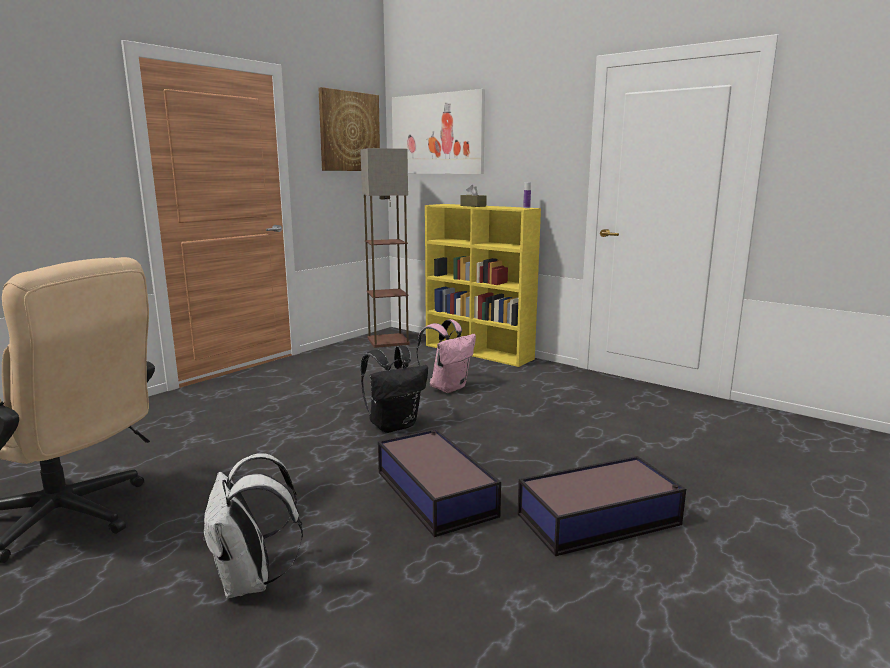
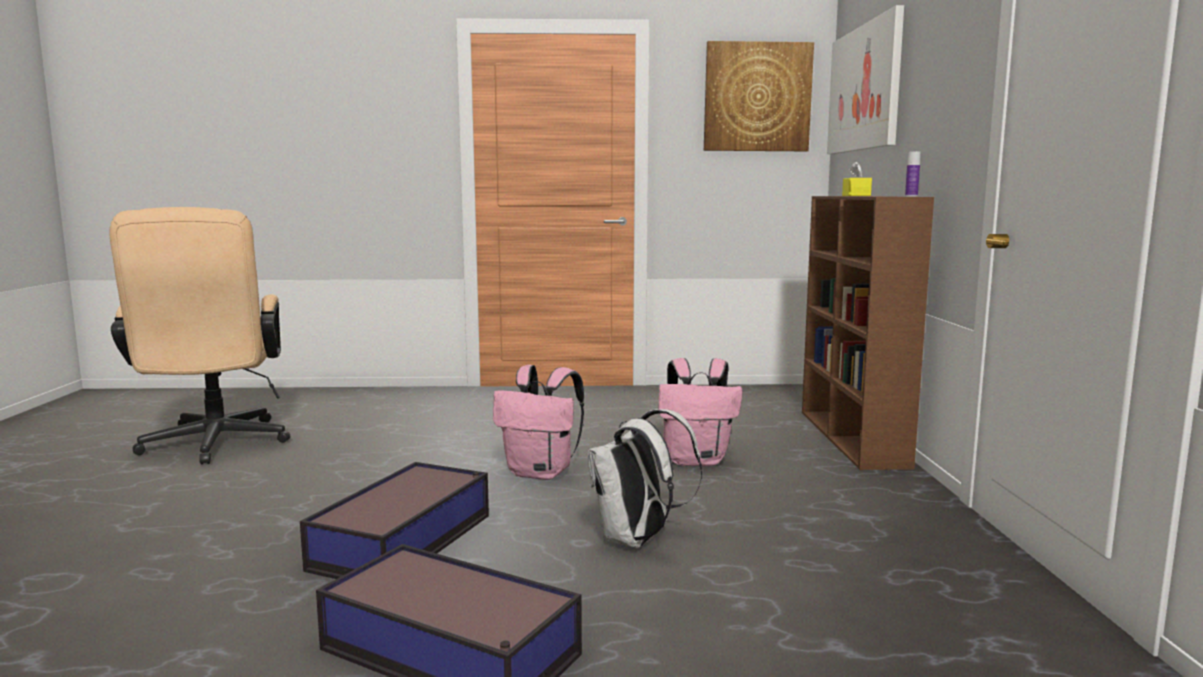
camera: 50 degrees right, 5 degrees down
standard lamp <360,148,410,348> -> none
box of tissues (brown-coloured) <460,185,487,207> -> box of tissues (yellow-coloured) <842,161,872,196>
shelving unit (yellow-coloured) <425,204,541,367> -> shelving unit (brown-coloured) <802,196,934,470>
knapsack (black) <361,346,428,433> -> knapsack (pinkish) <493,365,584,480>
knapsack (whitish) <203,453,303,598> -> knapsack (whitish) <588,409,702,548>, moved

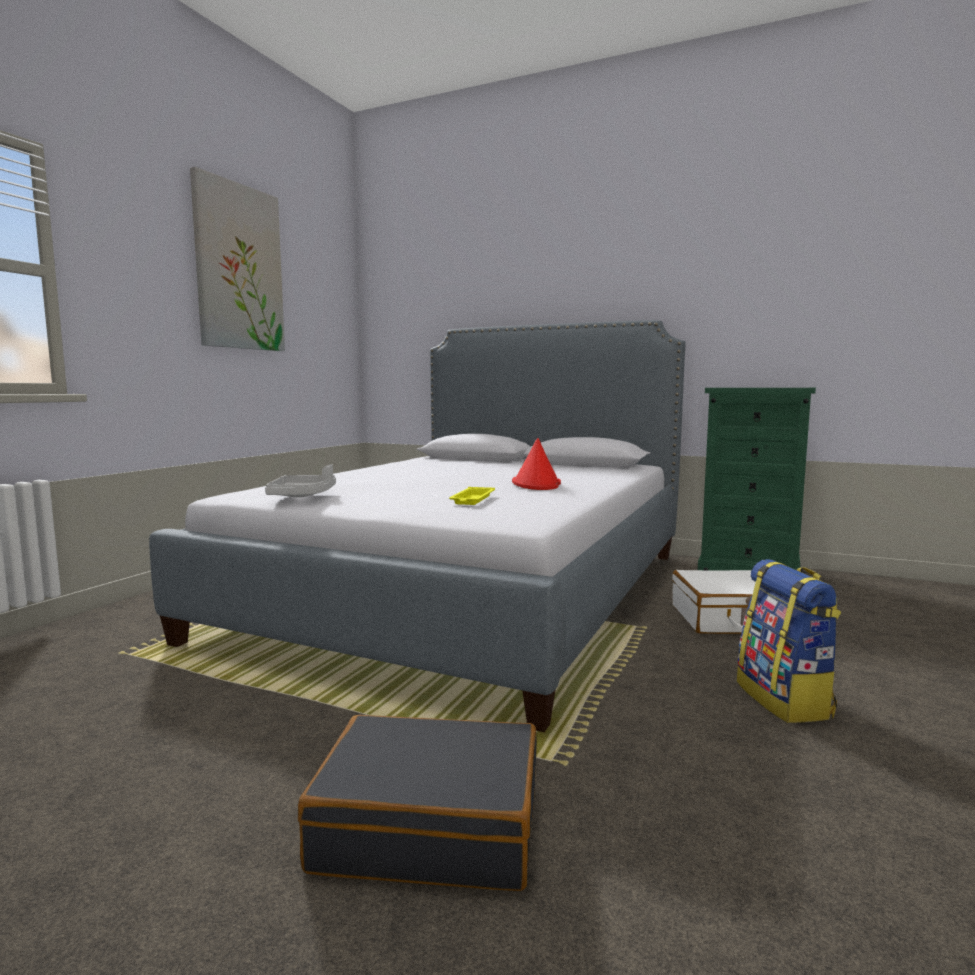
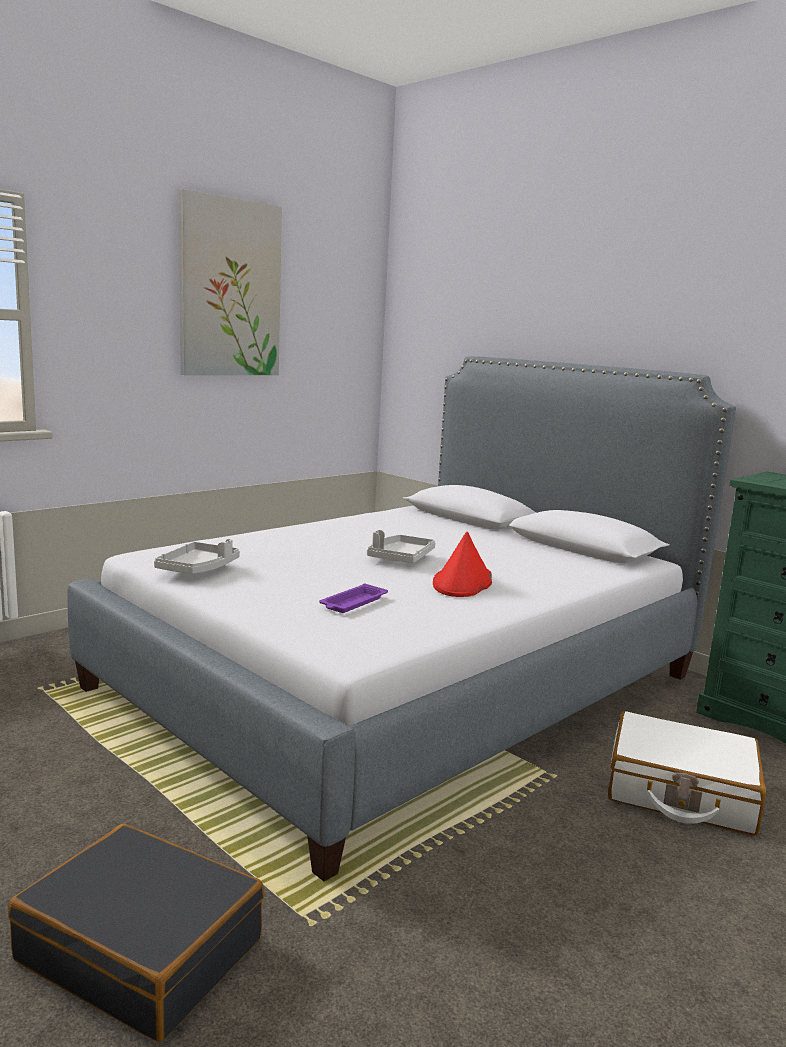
camera: 20 degrees right, 5 degrees up
tray (yellow-coloured) <449,487,495,505> -> tray (purplish) <319,583,388,613>
knapsack <737,559,841,723> -> none
none -> tray (grey) <367,530,435,563>

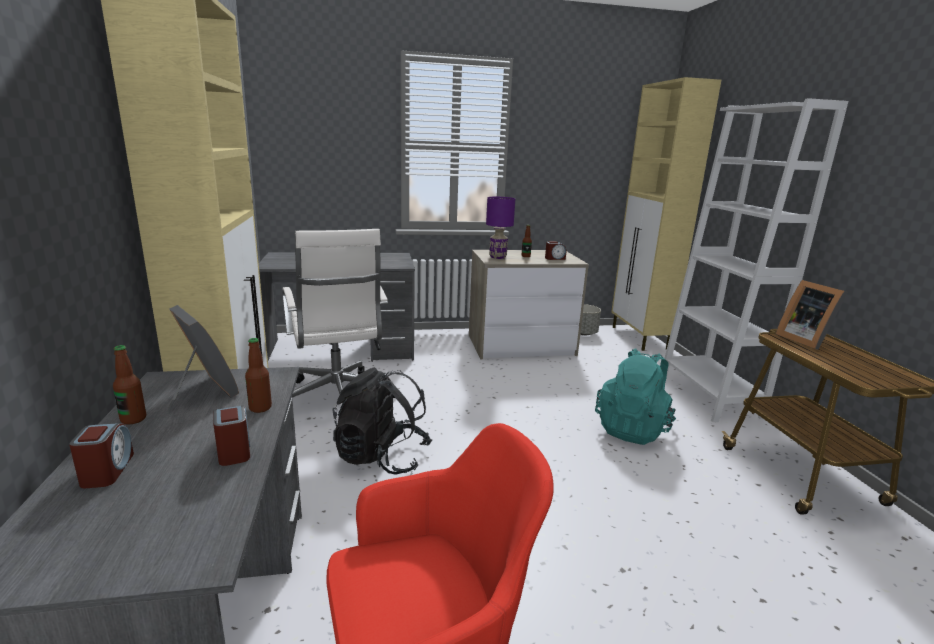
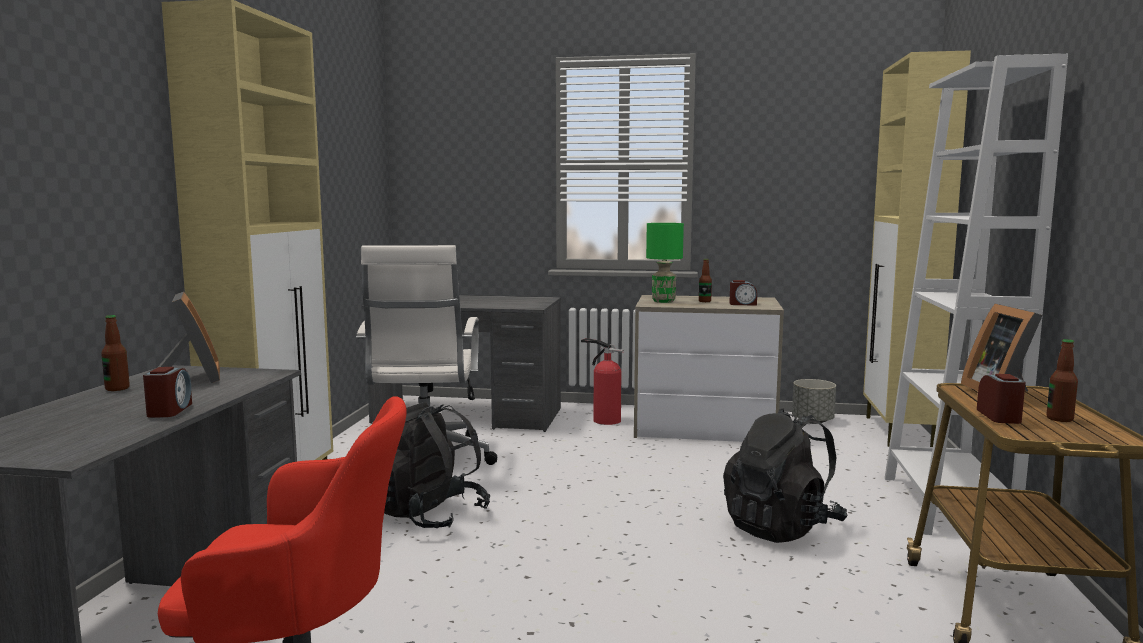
camera: 20 degrees right, 10 degrees down
lamp for a table (purplish) <486,197,515,259> -> lamp for a table (green) <646,223,684,303>
bottle <245,338,272,413> -> bottle <1046,339,1078,422>, moved
knapsack (turquoise) <595,349,676,445> -> knapsack (black) <723,408,848,543>
table clock <69,423,134,488> -> table clock <977,374,1025,424>, moved
none -> fire-fighting cylinder <581,338,624,425>

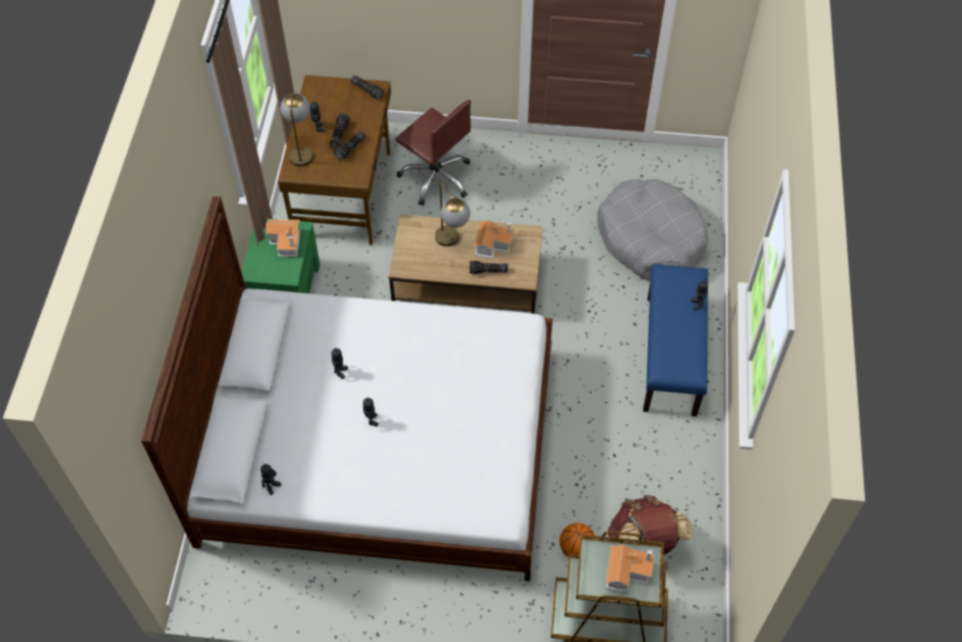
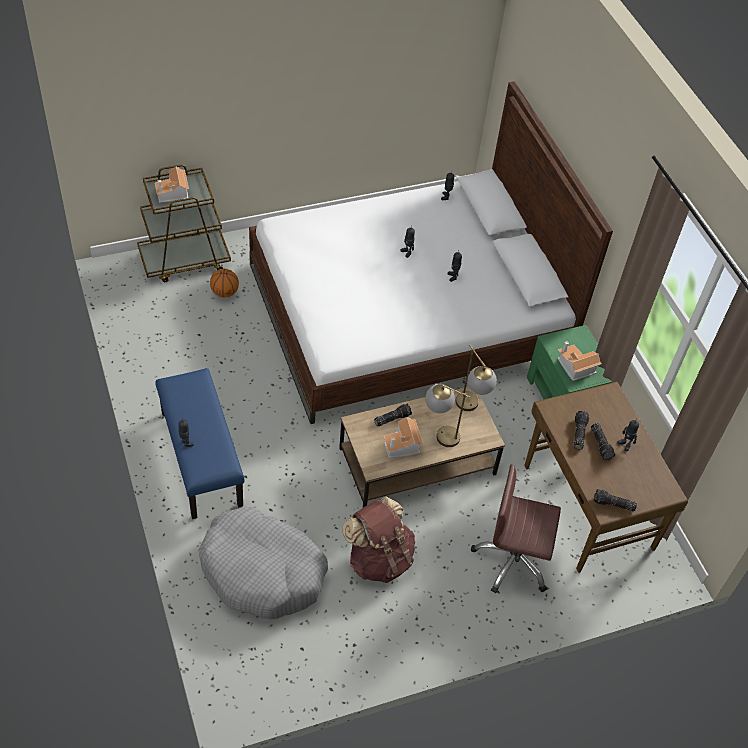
camera: 150 degrees right, 5 degrees down
lamp for a table <281,93,313,167> -> lamp for a table <456,344,497,411>, moved
knapsack (brown-coloured) <608,495,693,555> -> knapsack (brown-coloured) <343,496,415,583>, moved

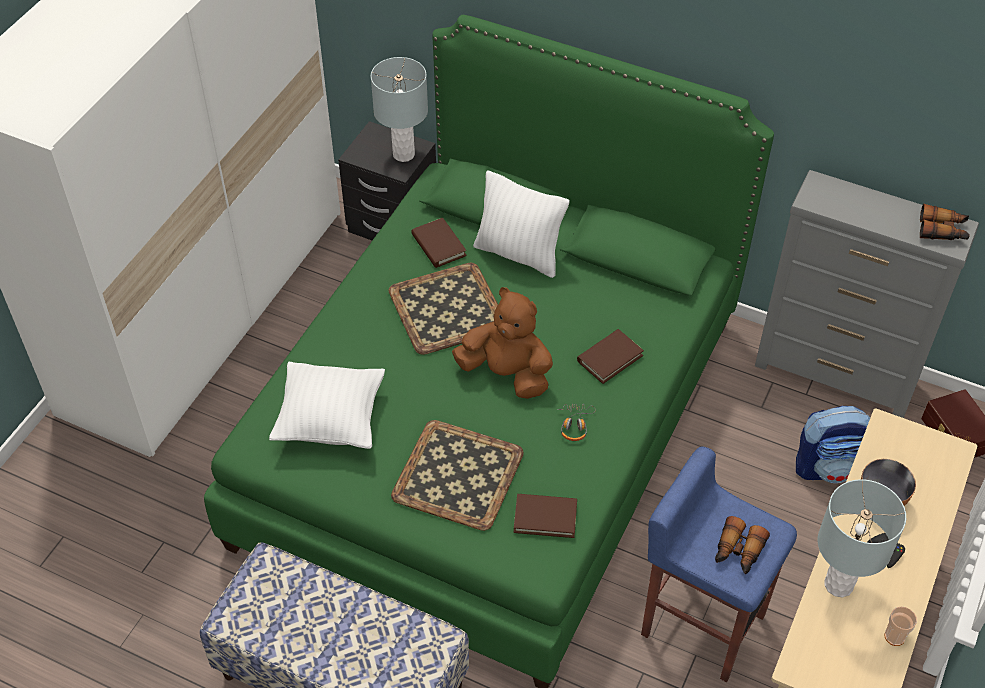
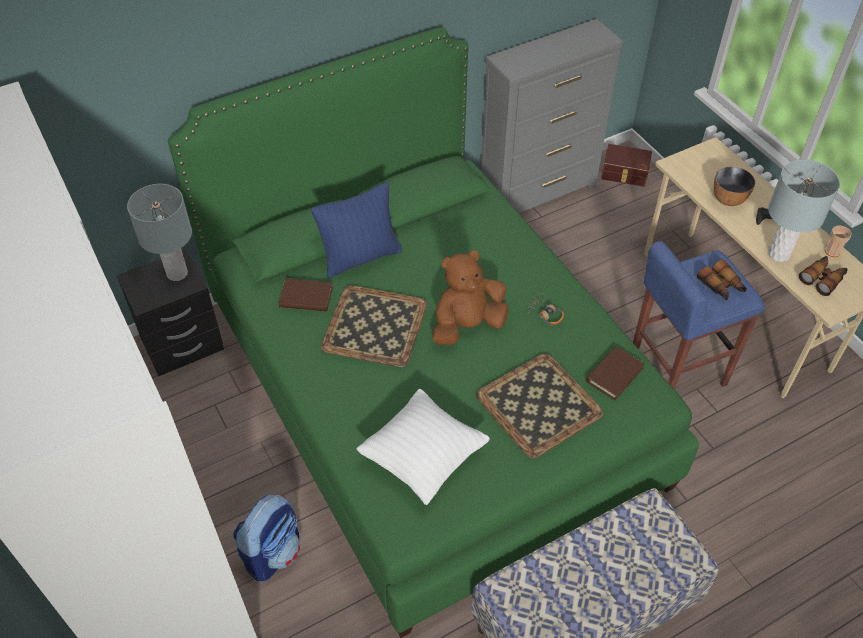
camera: 55 degrees left, 0 degrees up
cushion (whitish) <473,171,570,278> -> cushion (bluish) <311,182,402,279>
field glasses <920,204,970,240> -> field glasses <799,256,848,296>, moved
volume (brown-coloured) <577,329,644,384> -> none
knapsack <796,406,871,483> -> knapsack <233,495,300,582>, moved

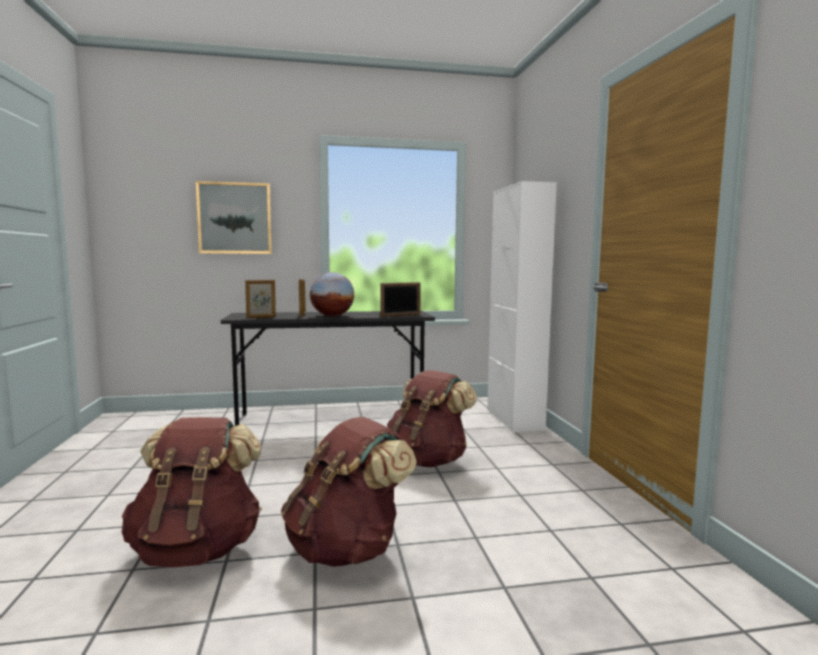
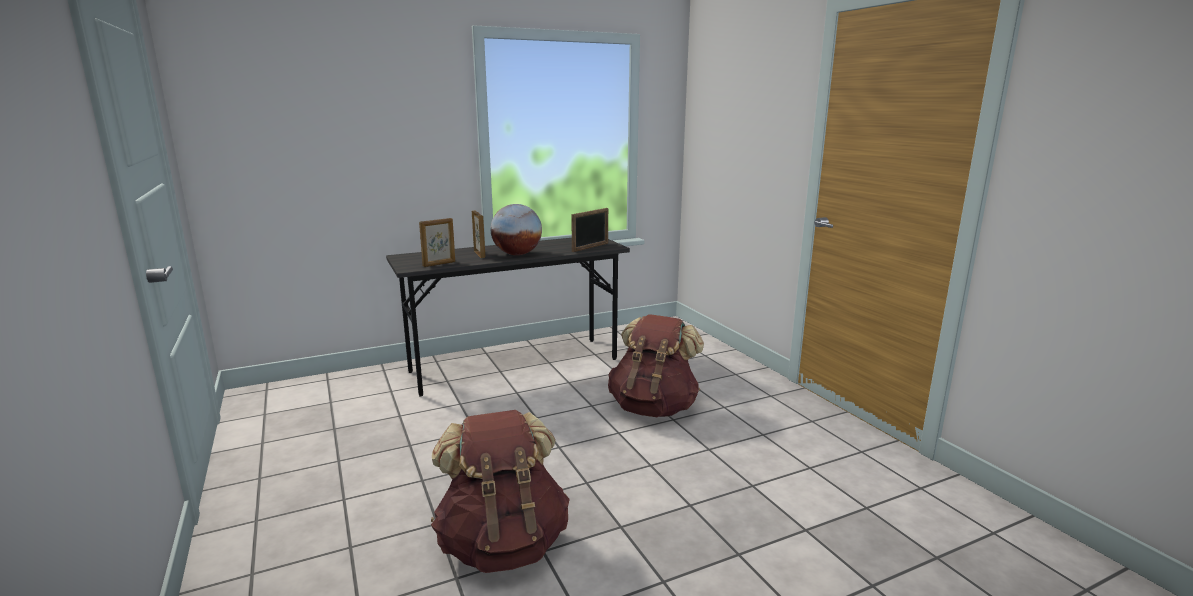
camera: 15 degrees left, 10 degrees up
wall art <196,181,272,254> -> none
storage cabinet (whitish) <487,181,557,433> -> none
knapsack (brown-coloured) <281,417,417,567> -> none

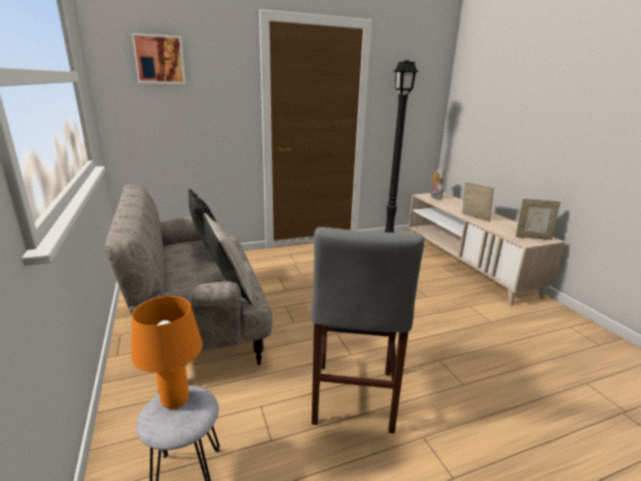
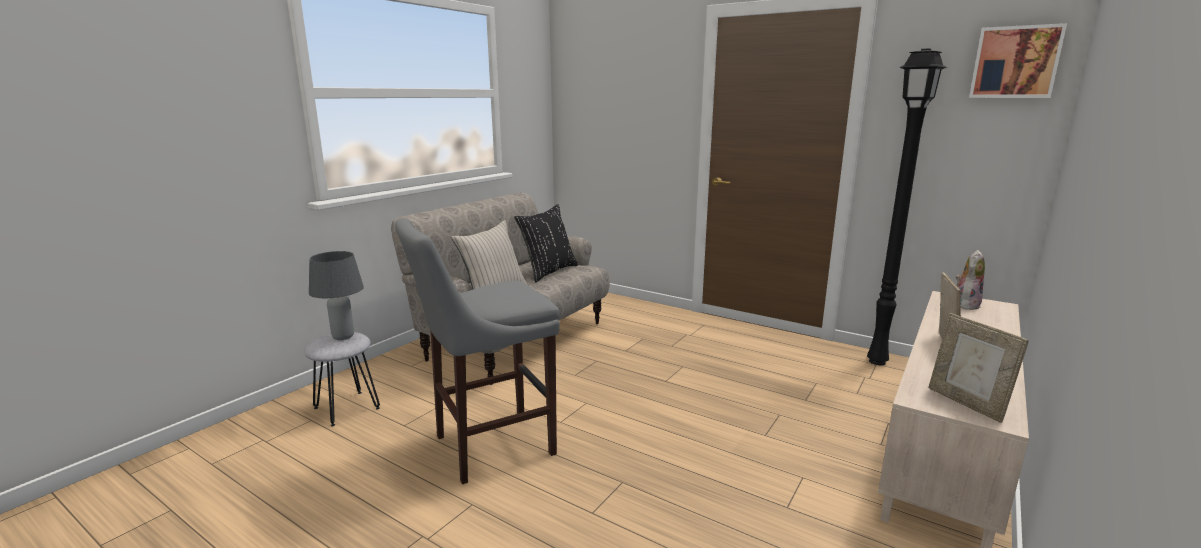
camera: 55 degrees right, 5 degrees down
wall art <132,33,186,84> -> wall art <969,23,1067,98>, moved
lamp for a table (orangey) <131,296,203,409> -> lamp for a table (grey) <309,251,364,340>

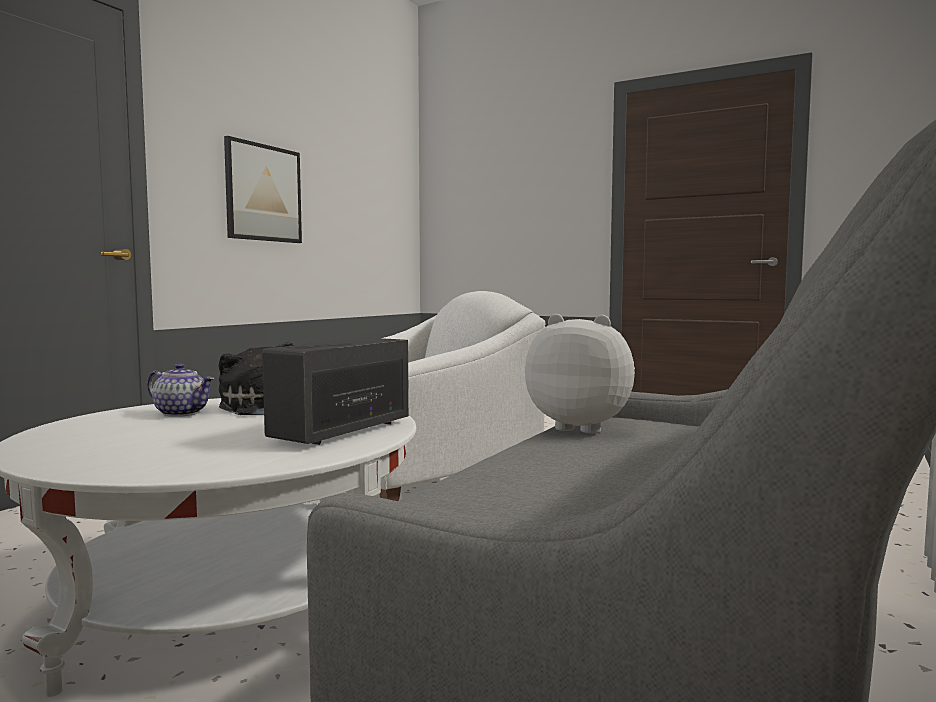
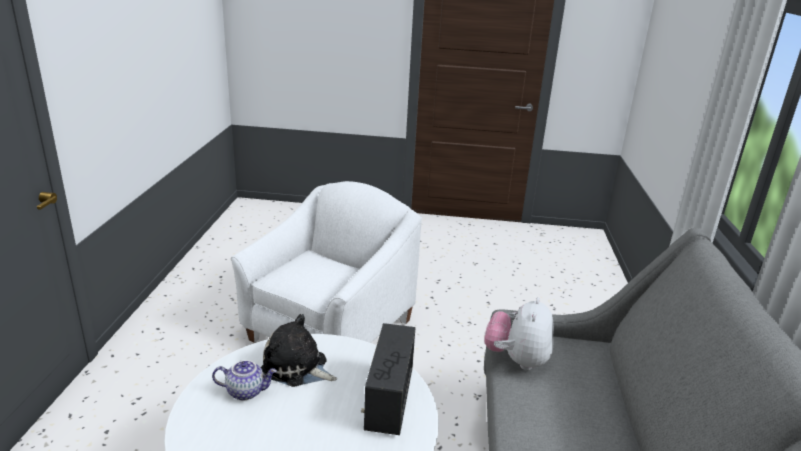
camera: 25 degrees left, 20 degrees up
wall art <224,136,302,243> -> none
soft toy <525,314,635,434> -> soft toy <484,297,554,370>, 75 degrees counterclockwise

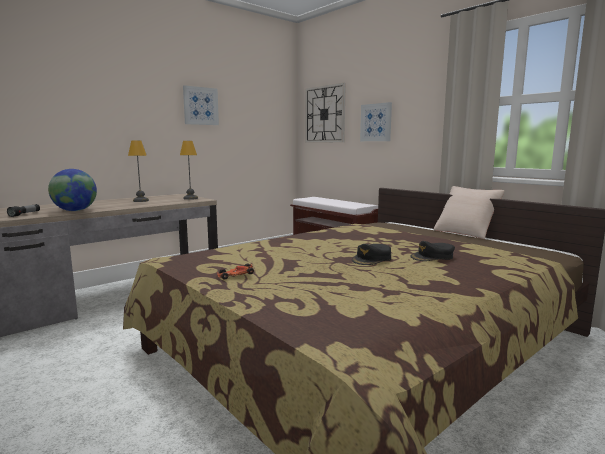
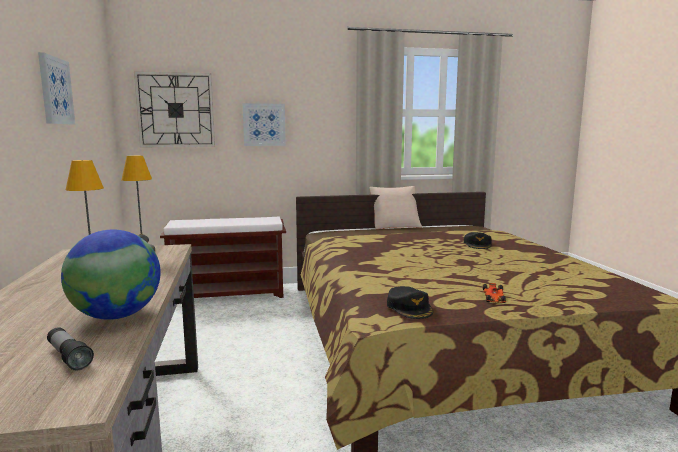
camera: 60 degrees left, 0 degrees up
baseball cap (black) <352,244,391,265> -> baseball cap (black) <387,286,433,319>, moved

